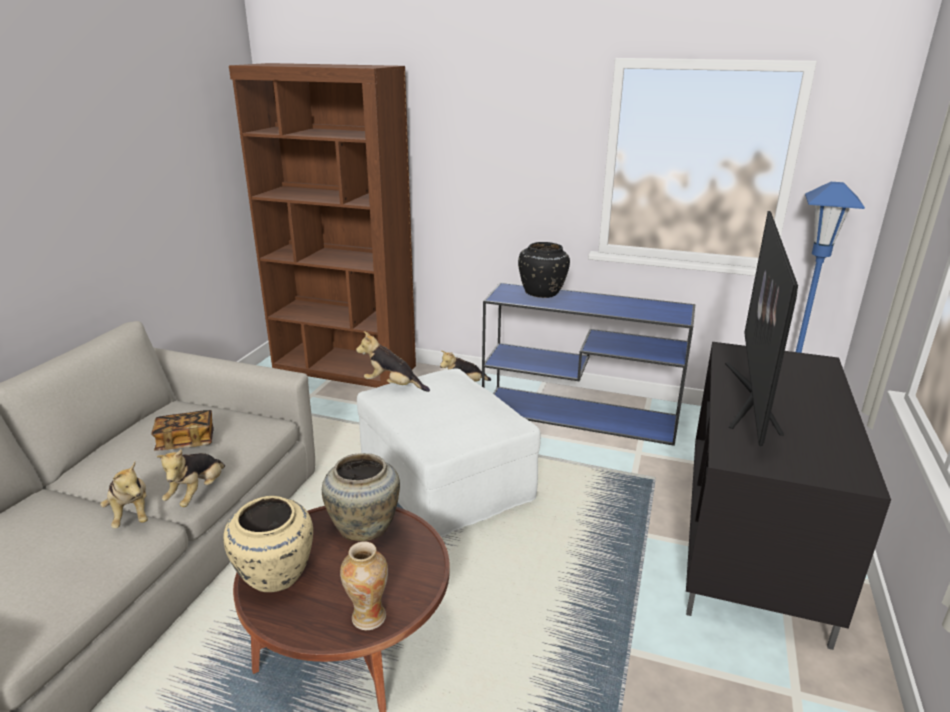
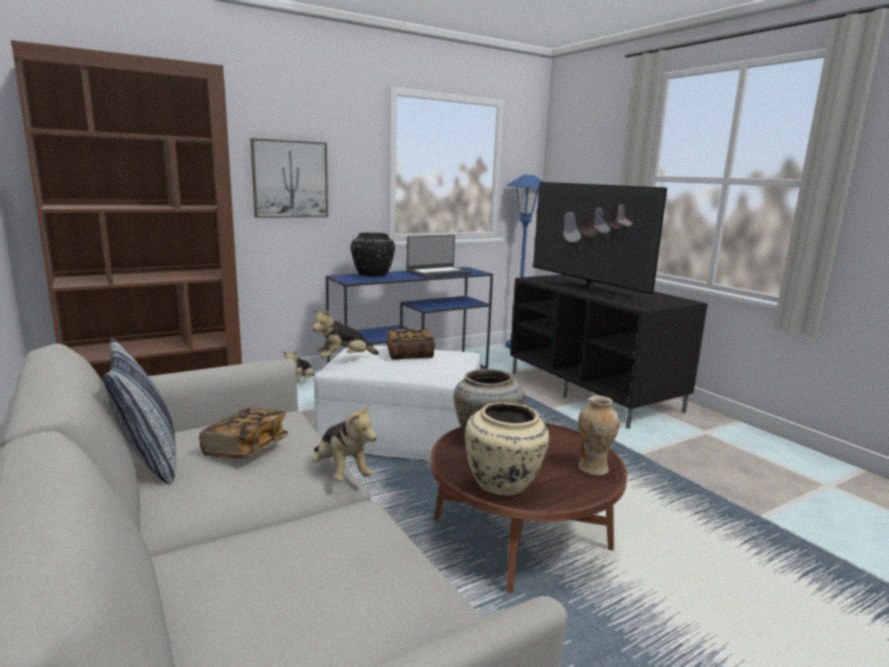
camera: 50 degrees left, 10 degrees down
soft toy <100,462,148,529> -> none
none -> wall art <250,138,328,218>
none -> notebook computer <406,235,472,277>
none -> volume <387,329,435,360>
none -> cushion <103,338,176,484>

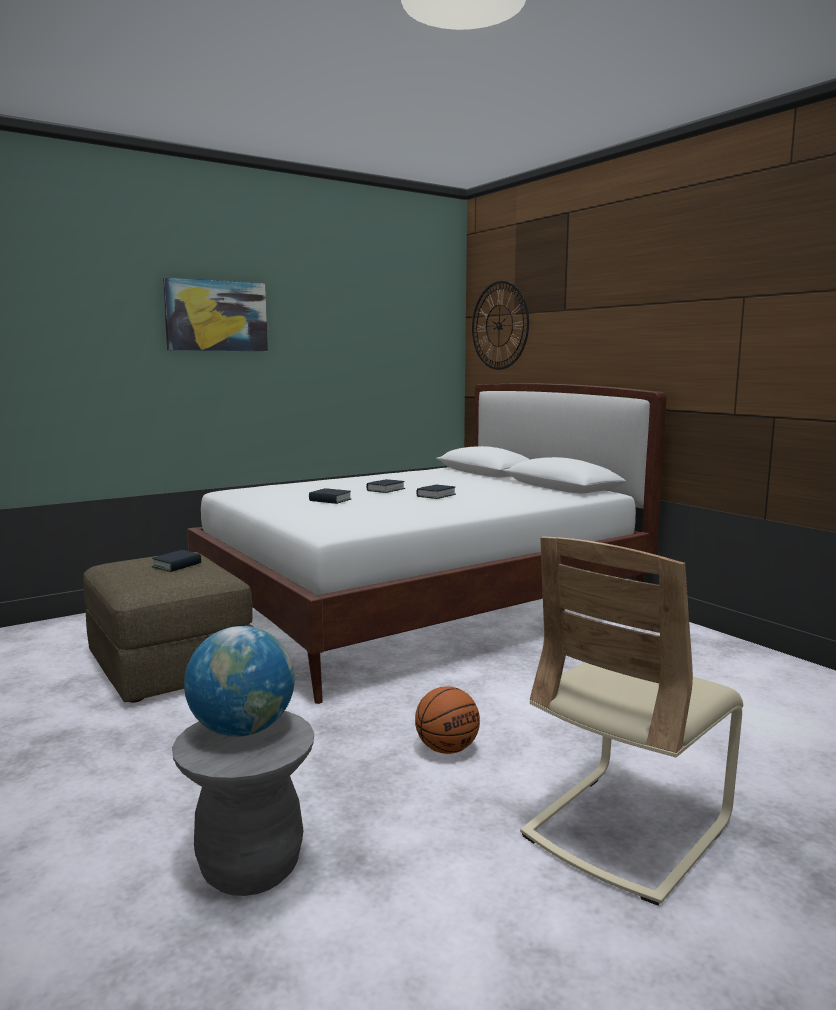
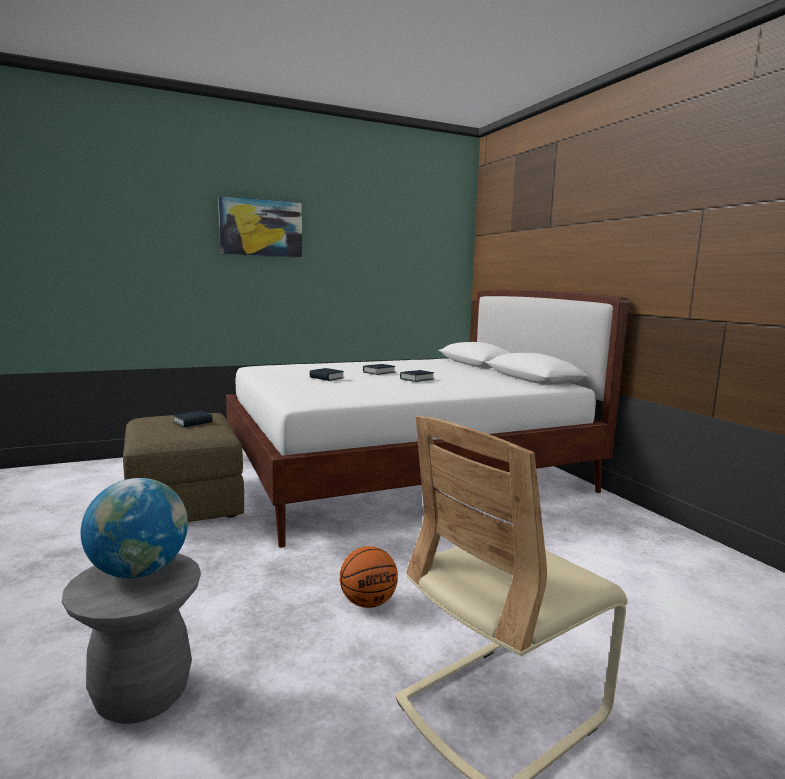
camera: 10 degrees right, 0 degrees up
hanging clock <472,281,529,370> -> none

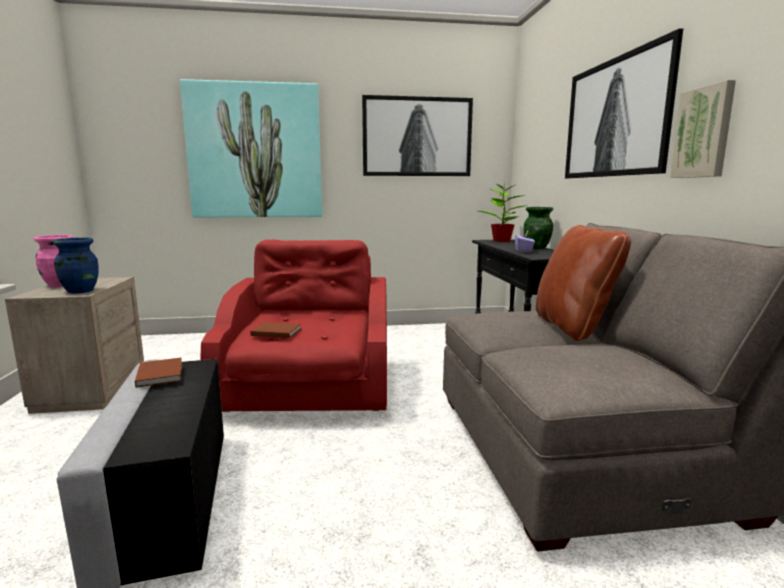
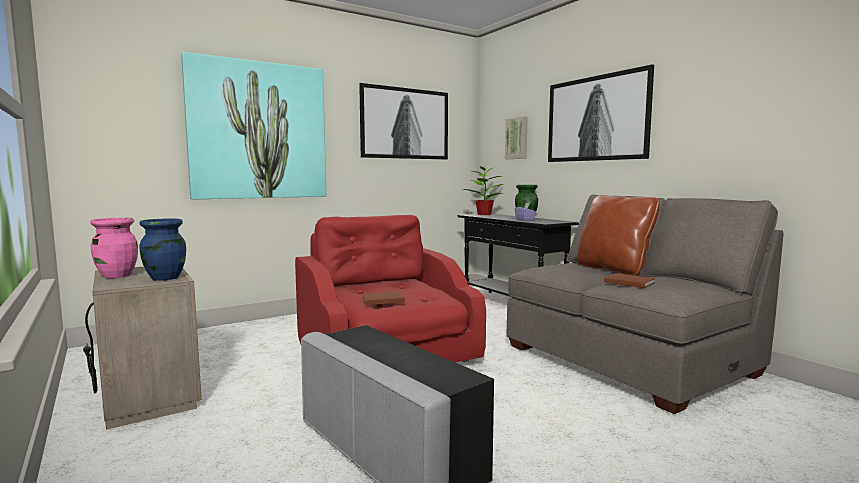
camera: 25 degrees left, 5 degrees down
wall art <670,80,736,178> -> wall art <505,116,528,159>, moved
volume (brown-coloured) <135,358,182,388> -> volume (brown-coloured) <604,273,655,288>, moved

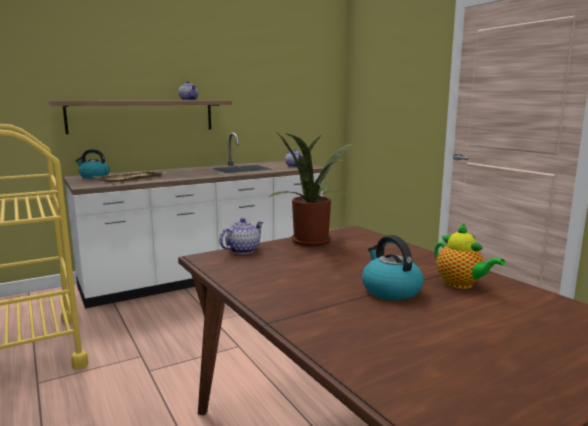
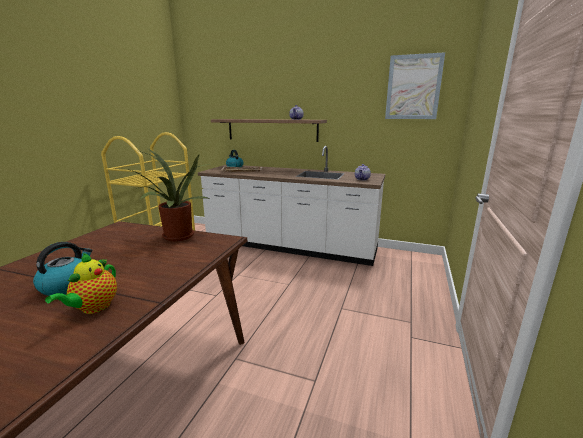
camera: 50 degrees right, 5 degrees up
pot for tea <219,218,264,254> -> none
none -> wall art <385,52,445,119>

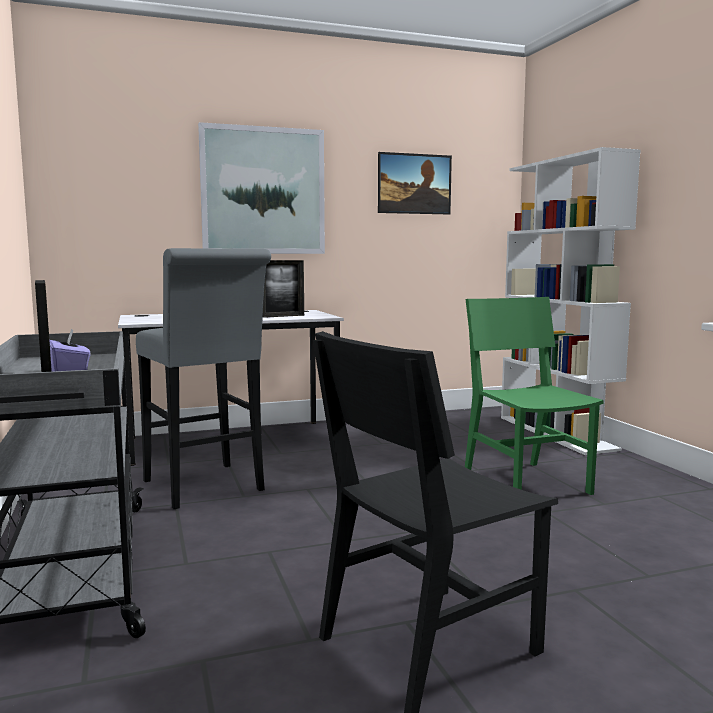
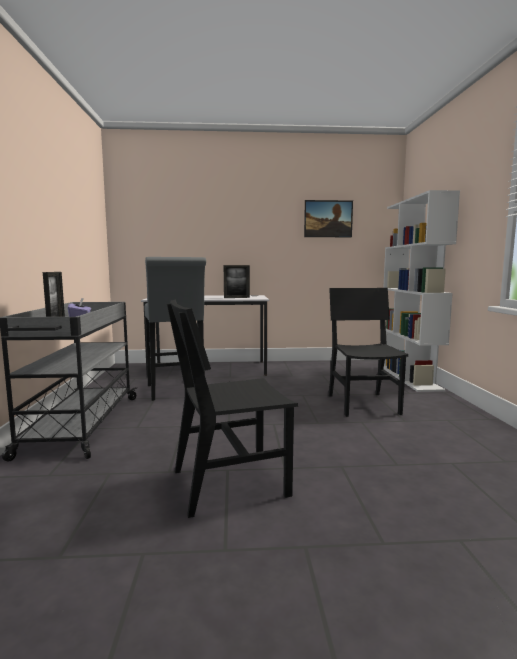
camera: 15 degrees right, 0 degrees up
wall art <198,122,325,254> -> none
chair (green) <465,297,604,495> -> chair (black) <329,288,408,417>

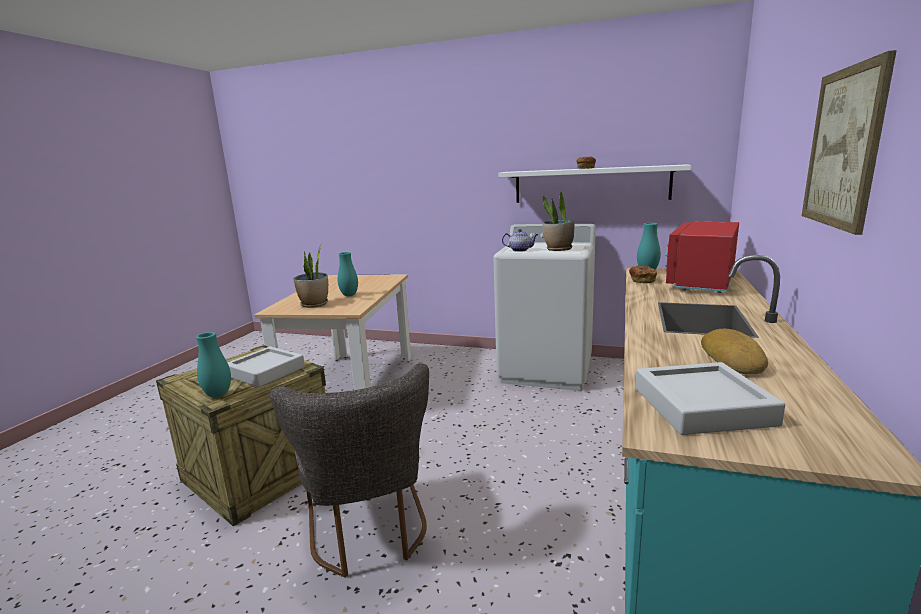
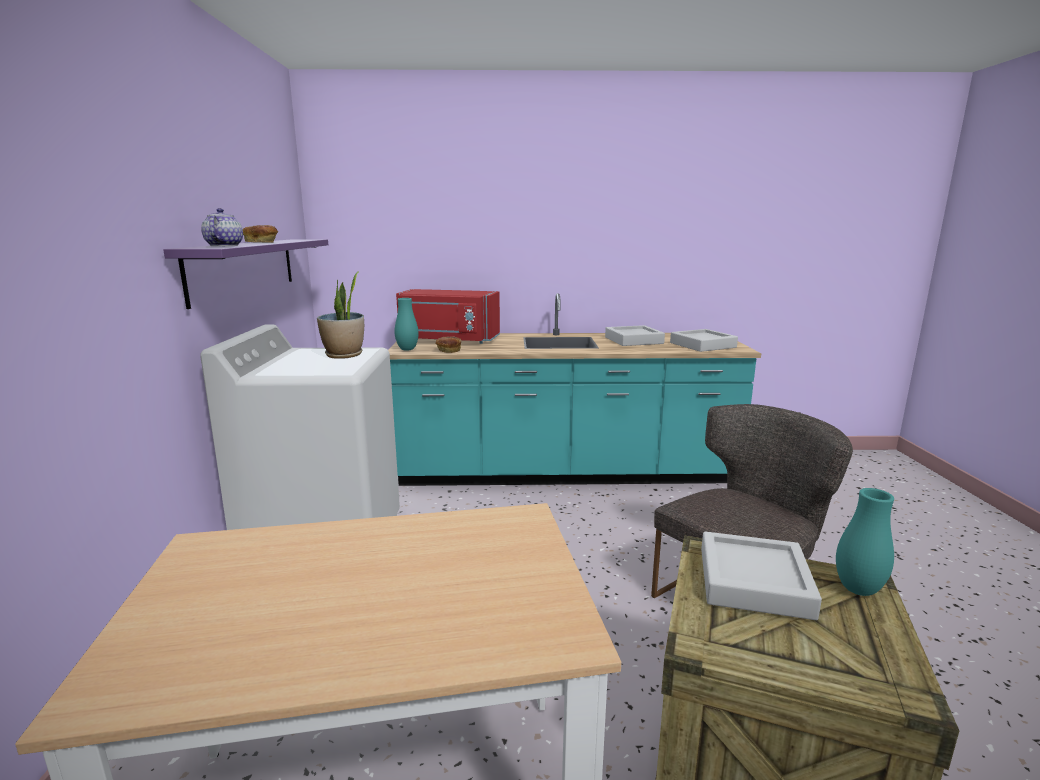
camera: 110 degrees left, 0 degrees up
wall art <802,50,897,235> -> none
bracket shelf (whitish) <498,164,691,203> -> bracket shelf (purplish) <163,239,328,309>
pot for tea <502,229,538,252> -> pot for tea <201,208,243,246>, moved
potted plant <293,244,328,308> -> none
flower vase (turquoise) <338,252,358,297> -> none
bakery bread <701,329,768,374> -> tray (grey) <605,325,665,346>

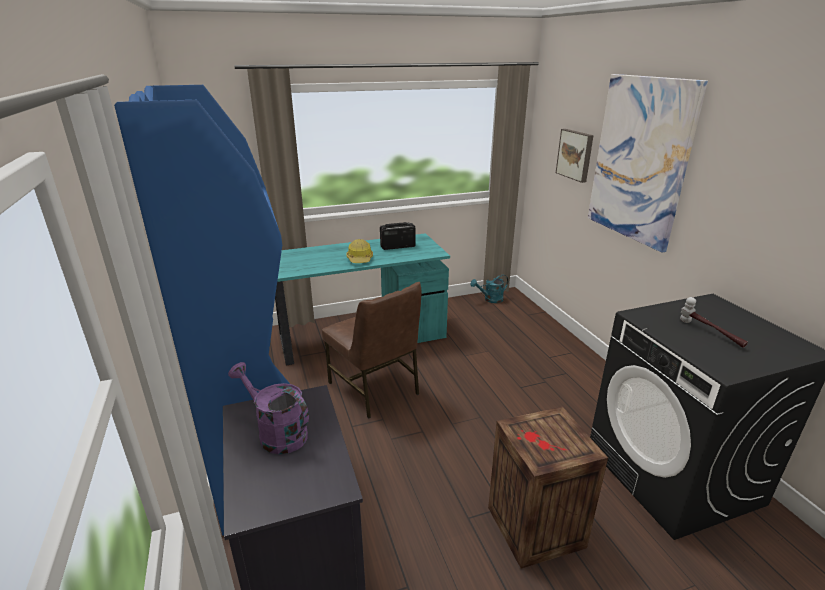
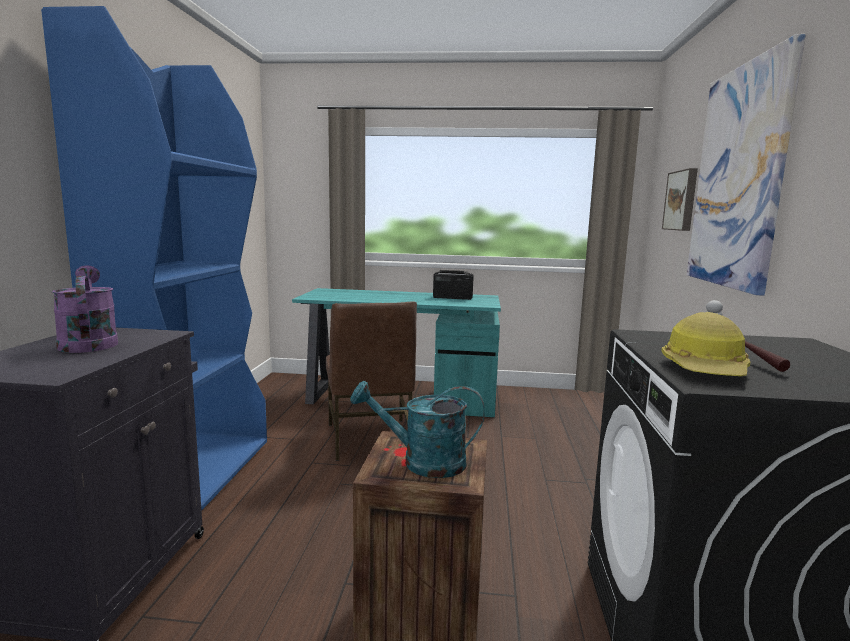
camera: 25 degrees right, 15 degrees down
safety helmet <346,239,373,263> -> safety helmet <661,312,750,376>, moved
watering can (turquoise) <470,275,508,303> -> watering can (turquoise) <350,380,484,478>, moved

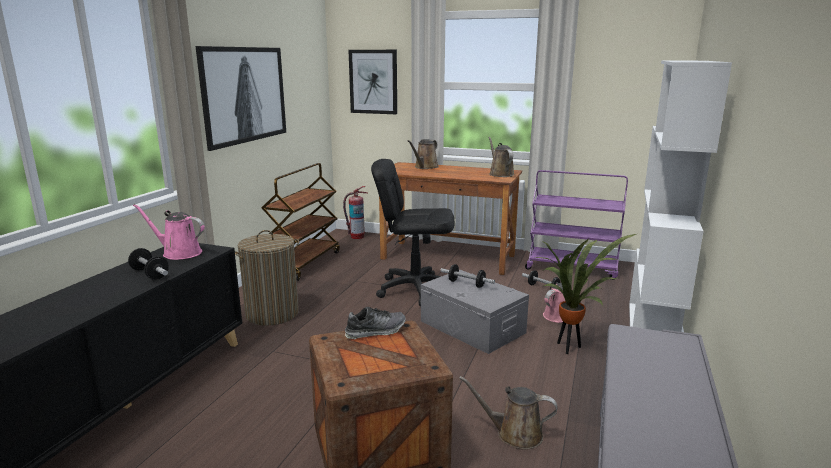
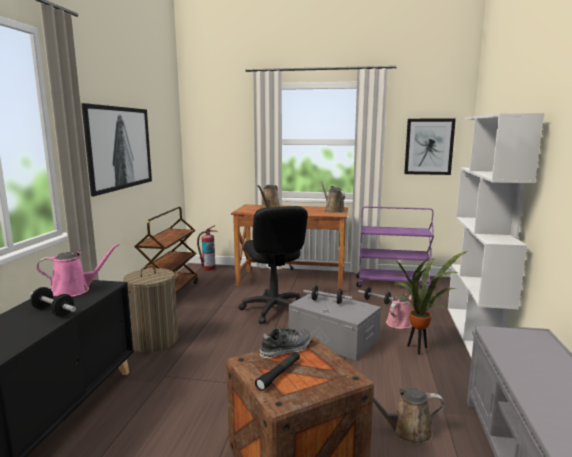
camera: 10 degrees left, 5 degrees down
wall art <349,50,397,114> -> wall art <404,118,456,175>, moved
desk chair (black) <371,159,455,306> -> desk chair (black) <238,206,308,324>, 105 degrees counterclockwise
watering can (pinkish) <133,204,205,260> -> watering can (pinkish) <37,243,120,297>, 150 degrees clockwise
none -> torch (black) <255,352,300,391>

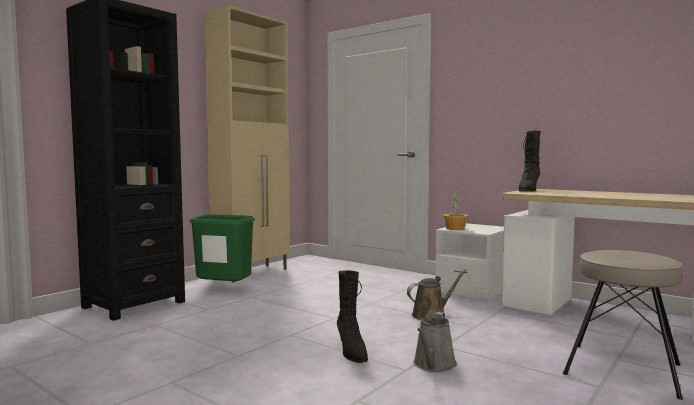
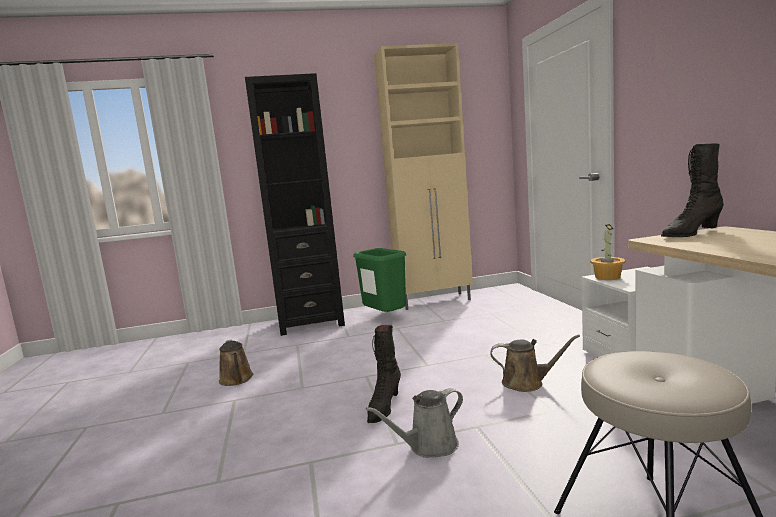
camera: 40 degrees right, 5 degrees up
none -> watering can (brown-coloured) <219,339,253,386>

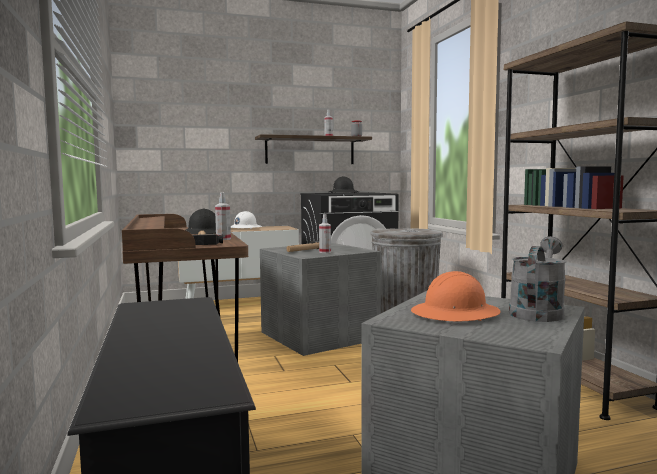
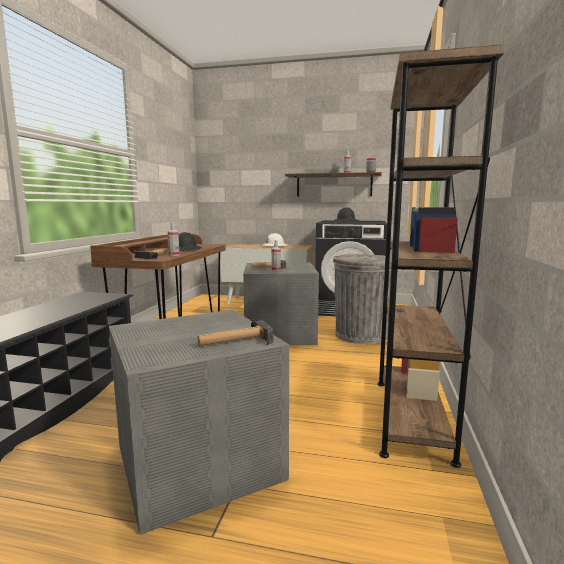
camera: 30 degrees right, 5 degrees up
watering can (grey) <509,236,567,322> -> tool hammer <197,319,273,346>
safety helmet (orangey) <411,271,500,321> -> none

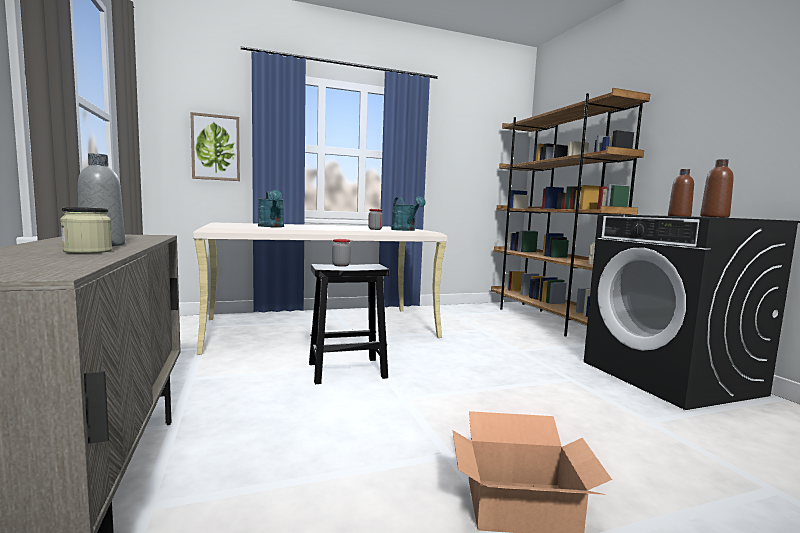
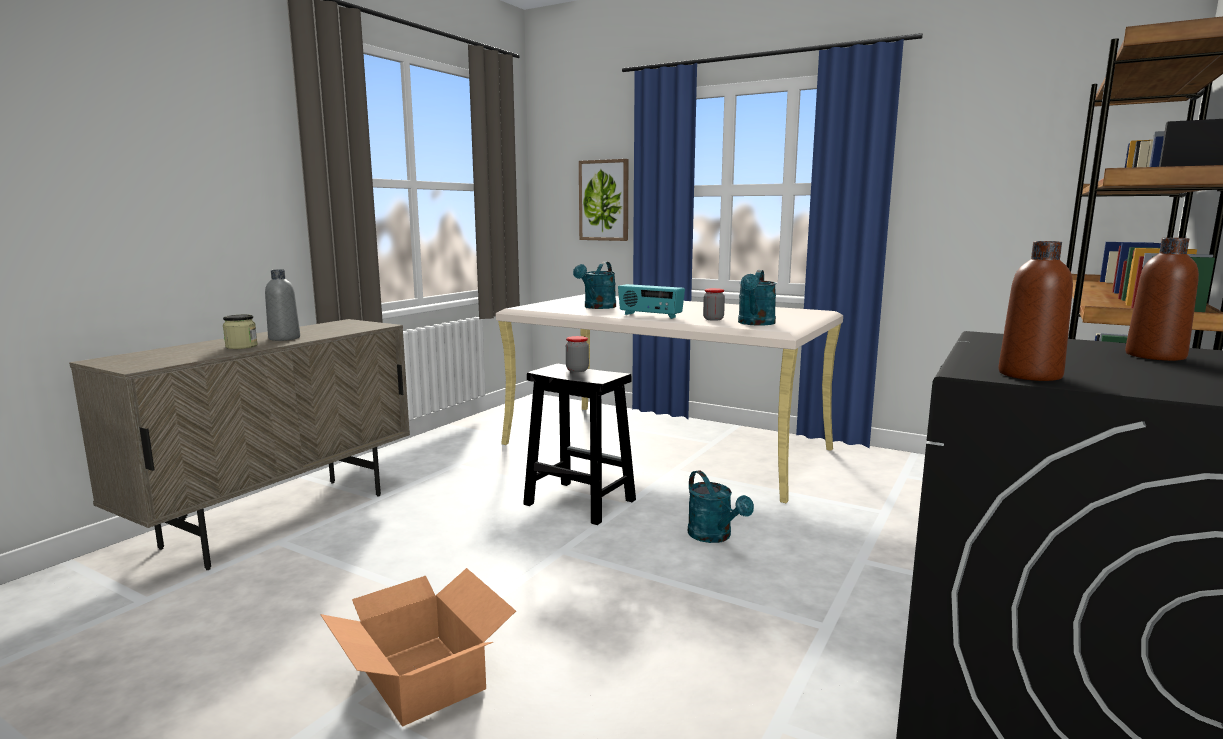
camera: 50 degrees right, 5 degrees up
none -> radio set <618,284,685,319>
none -> watering can (turquoise) <687,470,754,543>

